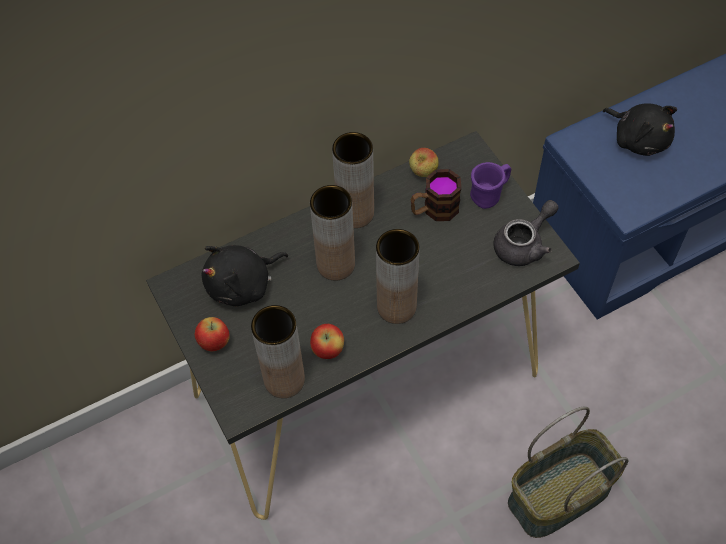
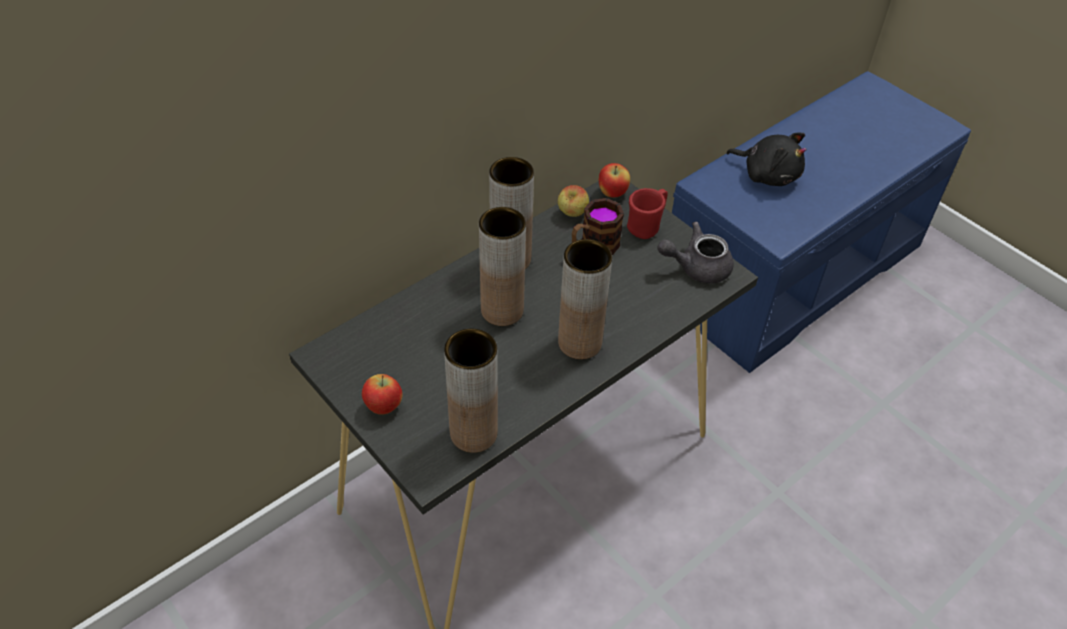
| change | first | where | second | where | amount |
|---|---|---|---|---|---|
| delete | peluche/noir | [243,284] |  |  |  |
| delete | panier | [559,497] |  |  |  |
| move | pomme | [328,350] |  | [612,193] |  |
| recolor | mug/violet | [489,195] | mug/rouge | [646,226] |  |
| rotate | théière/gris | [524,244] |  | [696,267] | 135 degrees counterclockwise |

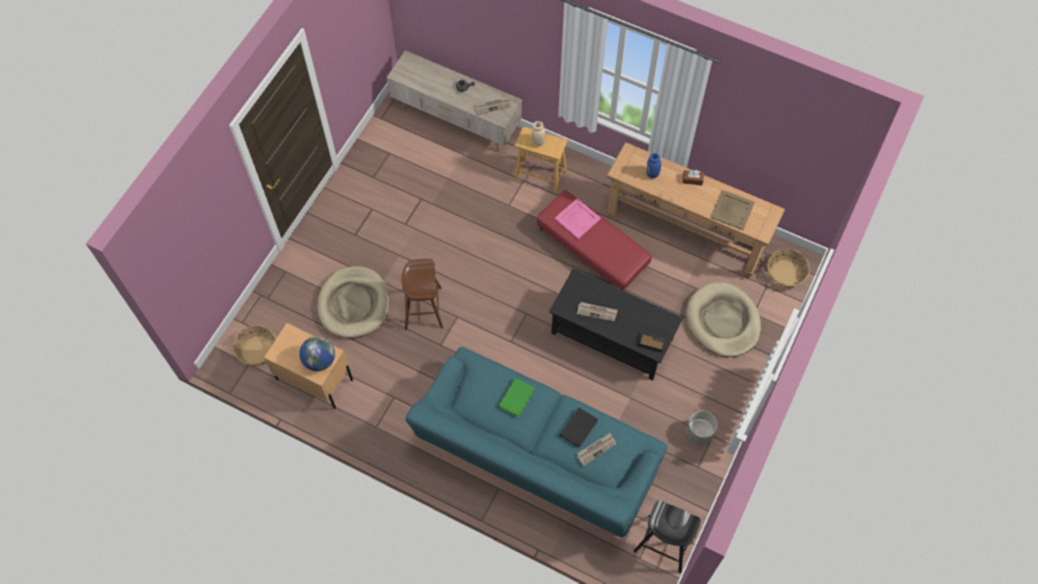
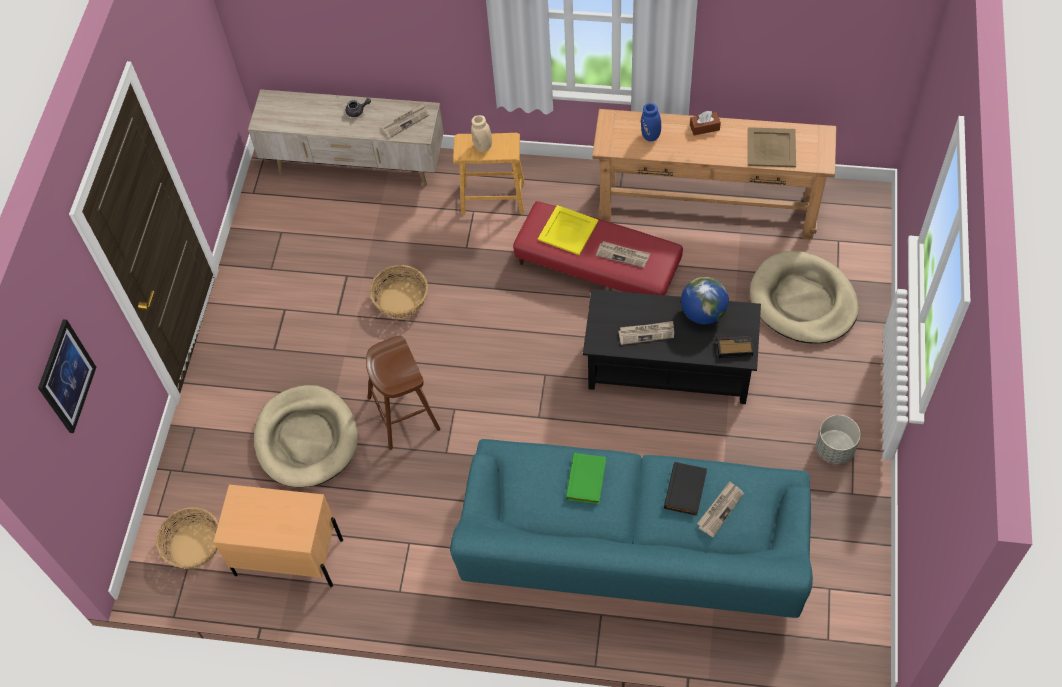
| change | first | where | second | where | amount |
|---|---|---|---|---|---|
| delete | tabouret/noir | [664,543] |  |  |  |
| insert |  |  | tableau | [66,376] |  |
| insert |  |  | journal | [623,255] |  |
| move | globe | [319,360] |  | [703,313] |  |
| move | panier | [785,274] |  | [401,300] |  |
| recolor | plateau/rose | [578,218] | plateau/jaune | [568,230] |  |

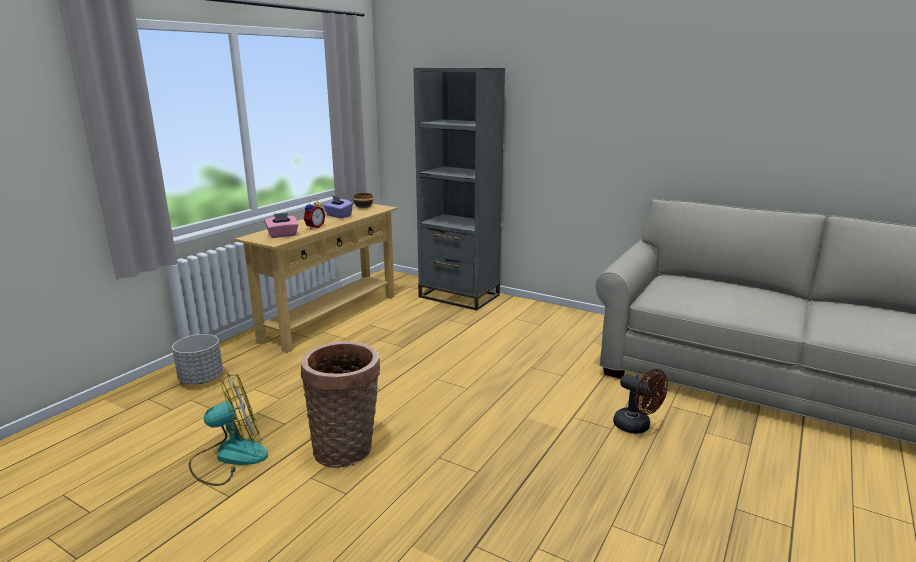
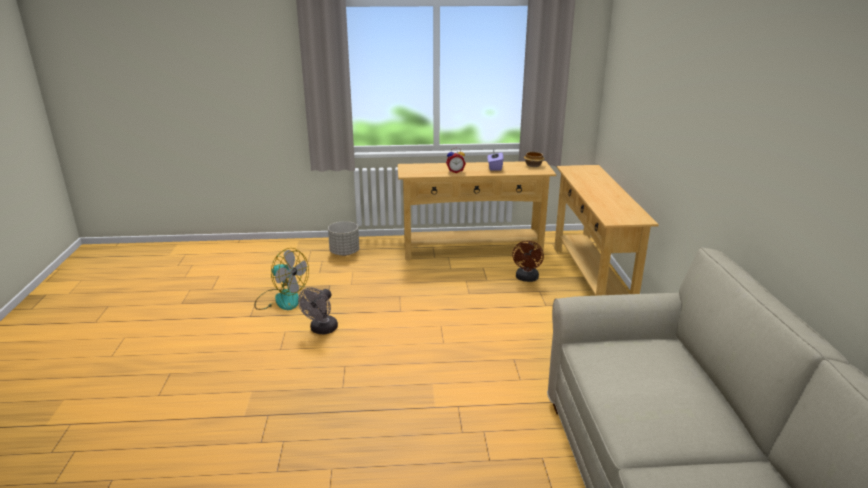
| change | first | where | second | where | amount |
|---|---|---|---|---|---|
| delete | boîte à mouchoirs/rose | [282,235] |  |  |  |
| move | ventilateur/marron | [637,427] |  | [526,279] |  |
| replace | panier | [347,449] | ventilateur/gris | [321,330] |  |
| replace | bibliothèque/gris | [459,296] | table console/beige | [591,279] |  |

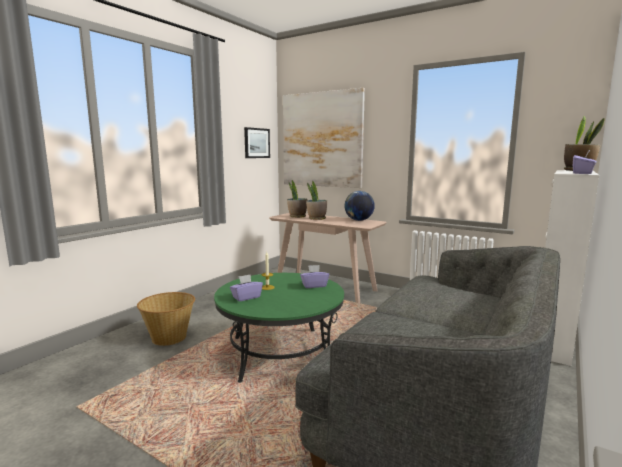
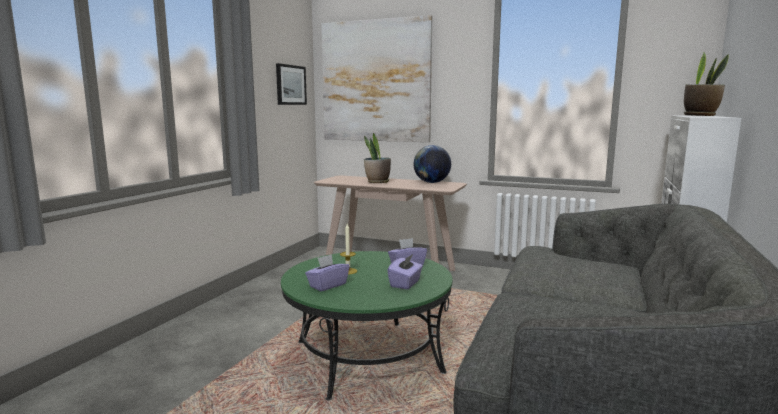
| change | first | where | second | where | amount |
|---|---|---|---|---|---|
| delete | panier | [169,337] |  |  |  |
| delete | plante en pot | [297,216] |  |  |  |
| move | boîte à mouchoirs/violet | [582,173] |  | [405,283] |  |

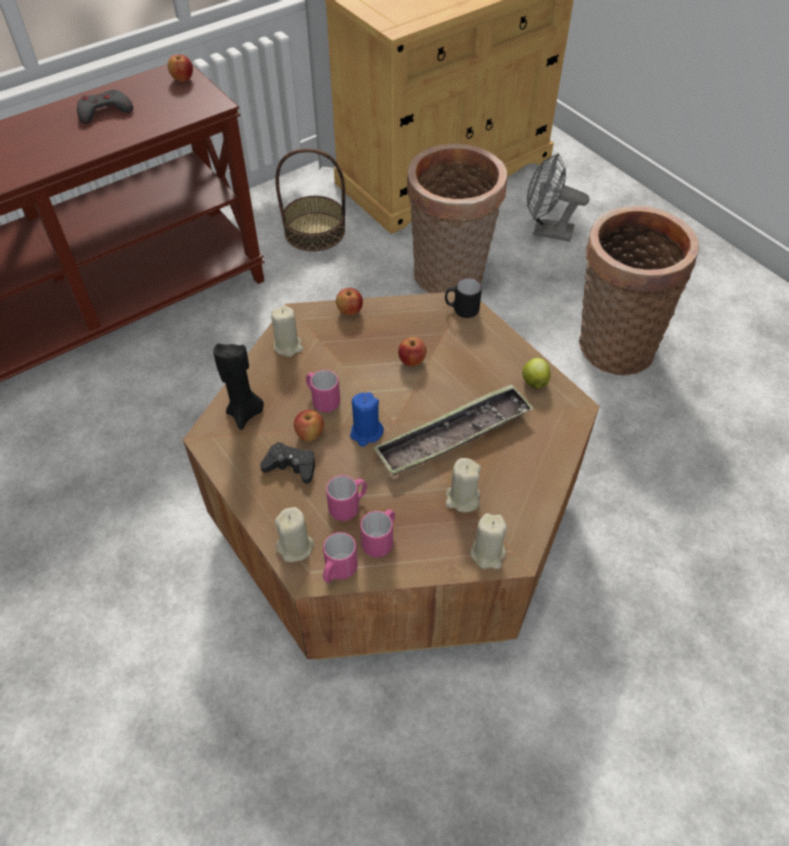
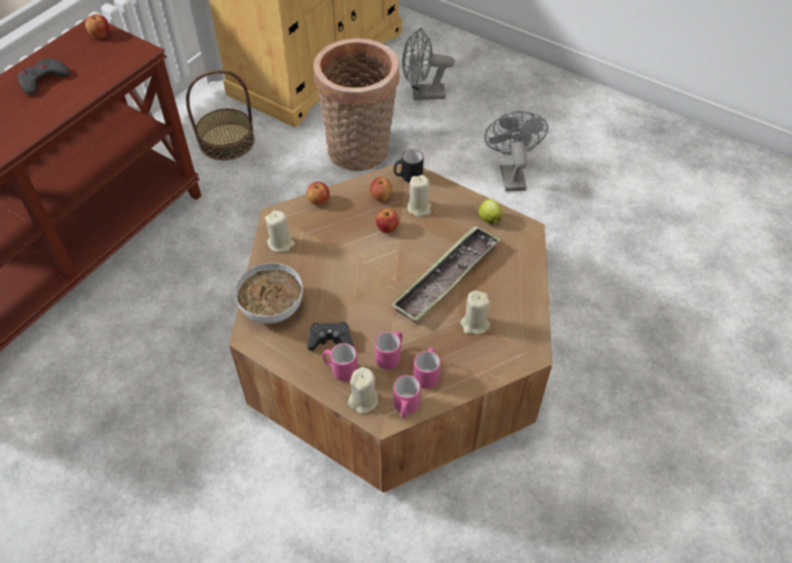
| change | first | where | second | where | amount |
|---|---|---|---|---|---|
| delete | bougie/bleu | [366,433] |  |  |  |
| move | pomme | [309,434] |  | [381,197] |  |
| move | mug/rose | [322,400] |  | [340,370] |  |
| move | bougie/beige | [488,553] |  | [419,208] |  |
| replace | bougie/noir | [245,413] | bol | [272,308] |  |
| replace | panier | [612,344] | ventilateur/gris | [511,174] |  |

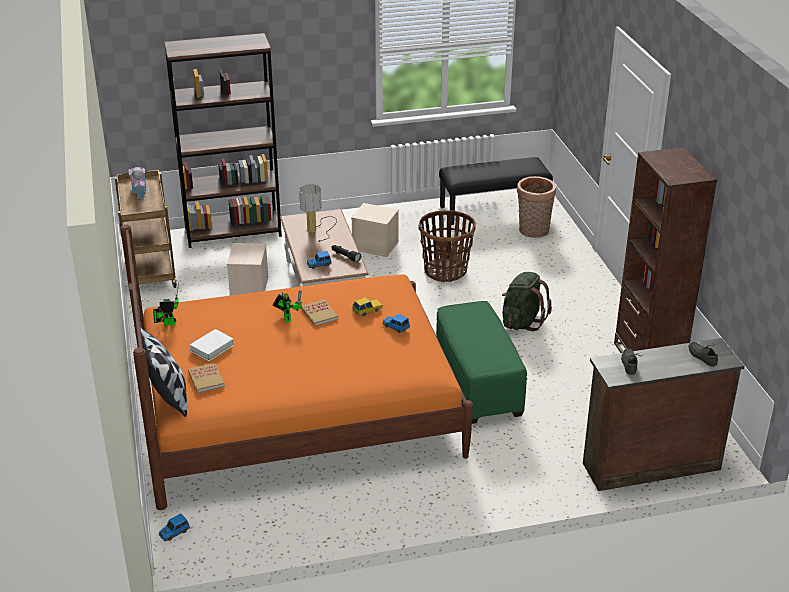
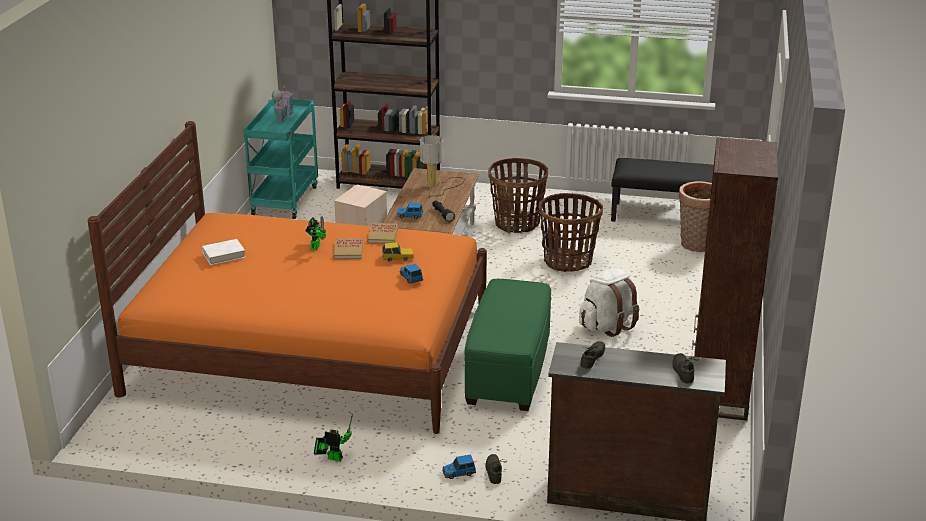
| change | first | where | second | where | amount |
|---|---|---|---|---|---|
| delete | coussin | [168,397] |  |  |  |
| insert |  |  | chaussure/gris | [495,471] |  |
| move | robot jouet | [167,323] |  | [332,458] |  |
| move | petite voiture | [174,532] |  | [458,473] |  |
| move | livre | [206,379] |  | [382,235] |  |
| replace | boîte de rangement/beige | [376,245] | panier | [517,223] |  |
| recolor | chariot/marron | [149,270] | chariot/turquoise | [284,199] |  |
| recolor | sac à dos/vert | [522,322] | sac à dos/blanc | [607,326] |  |

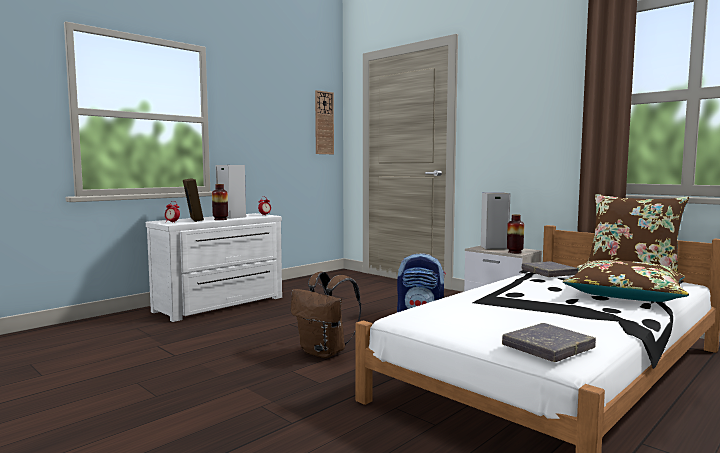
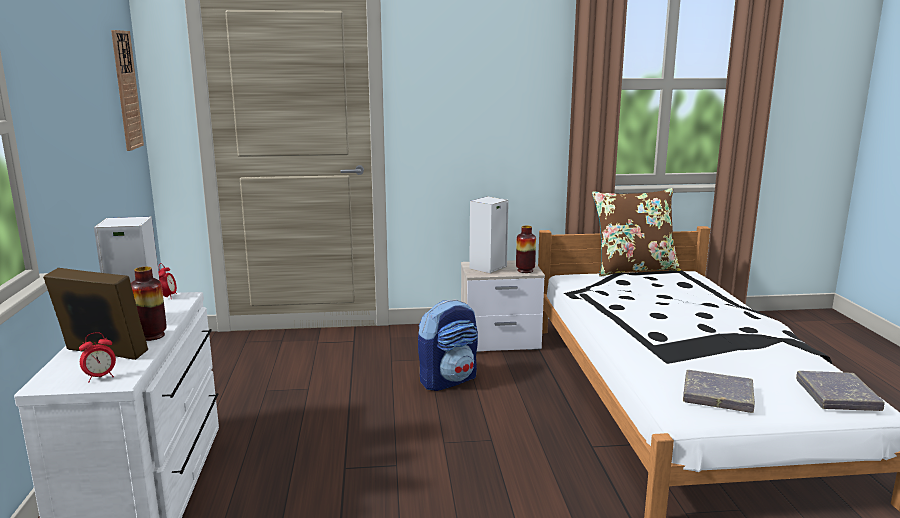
| change | first | where | second | where | amount |
|---|---|---|---|---|---|
| delete | sac à dos/marron | [325,352] |  |  |  |
| delete | coussin/marron | [624,295] |  |  |  |
| move | livre/gris | [549,273] |  | [717,396] |  |

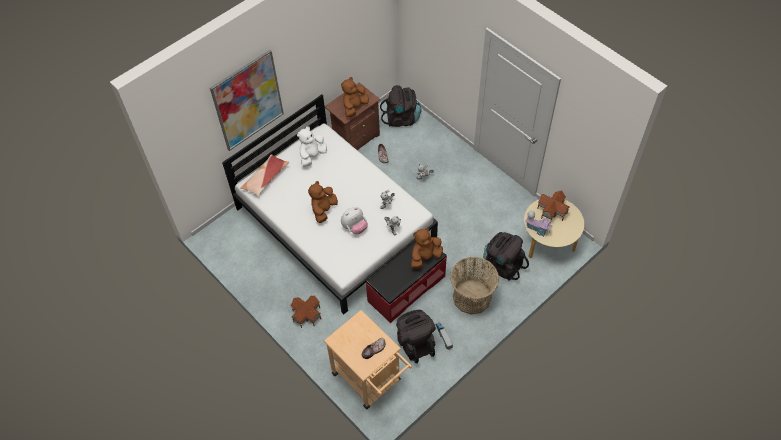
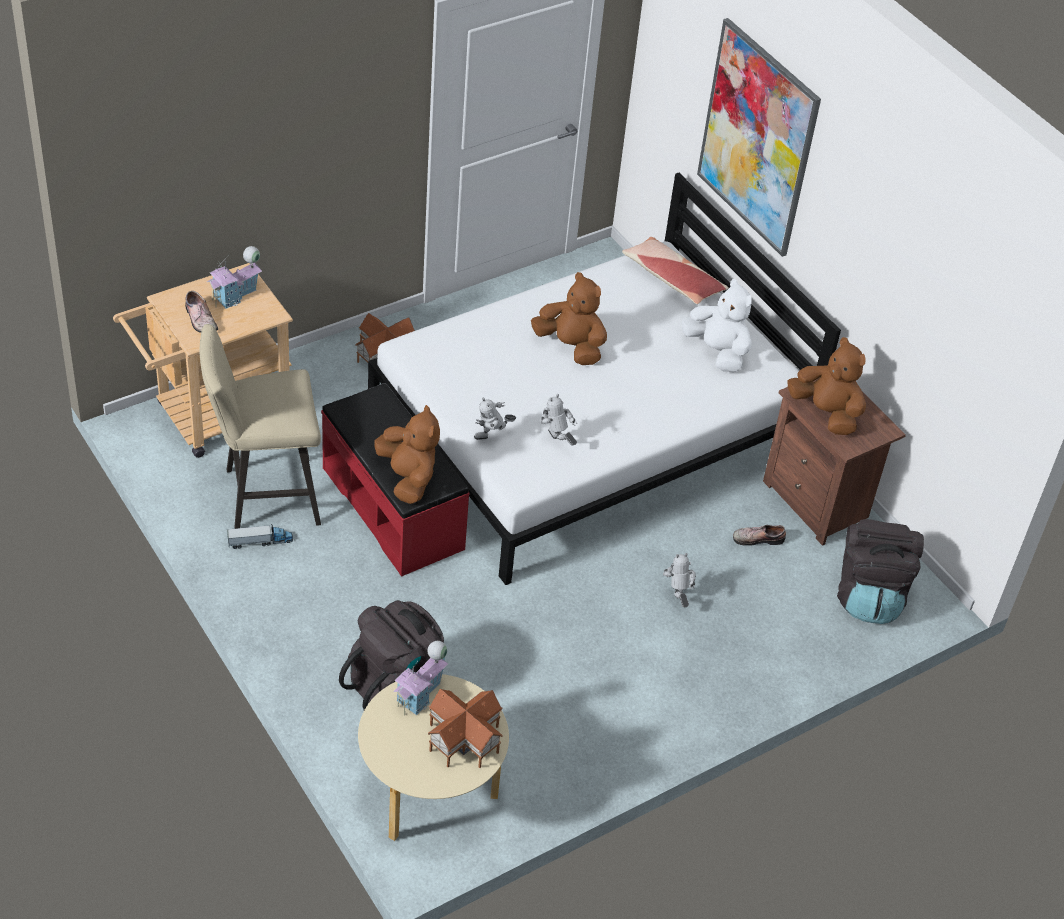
| change | first | where | second | where | amount |
|---|---|---|---|---|---|
| delete | peluche | [354,227] |  |  |  |
| delete | panier | [472,297] |  |  |  |
| insert |  |  | maison miniature | [236,295] |  |
| replace | sac à dos/noir | [415,342] | tabouret/beige | [264,496] |  |

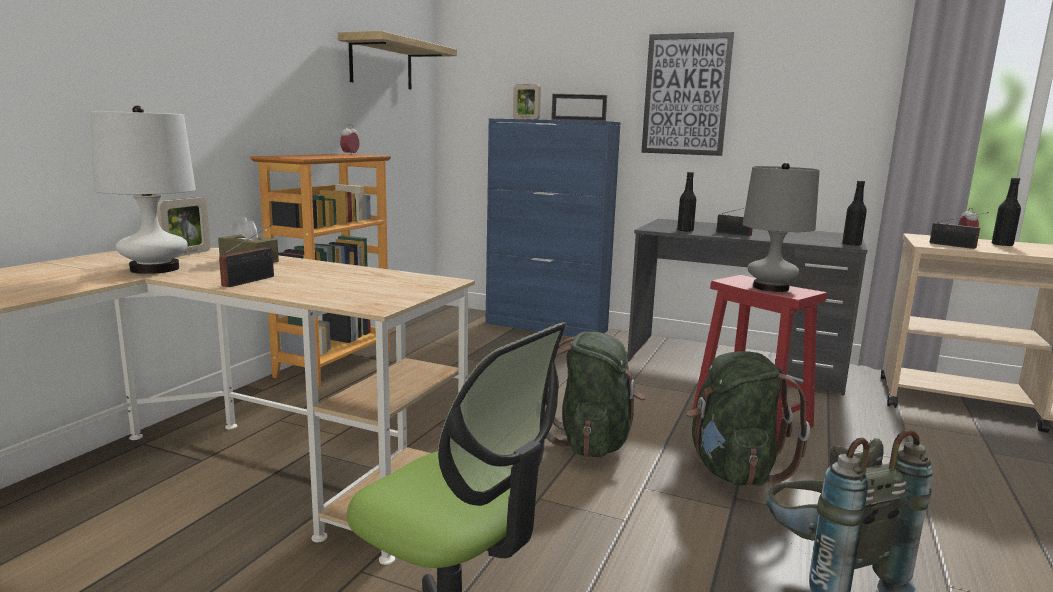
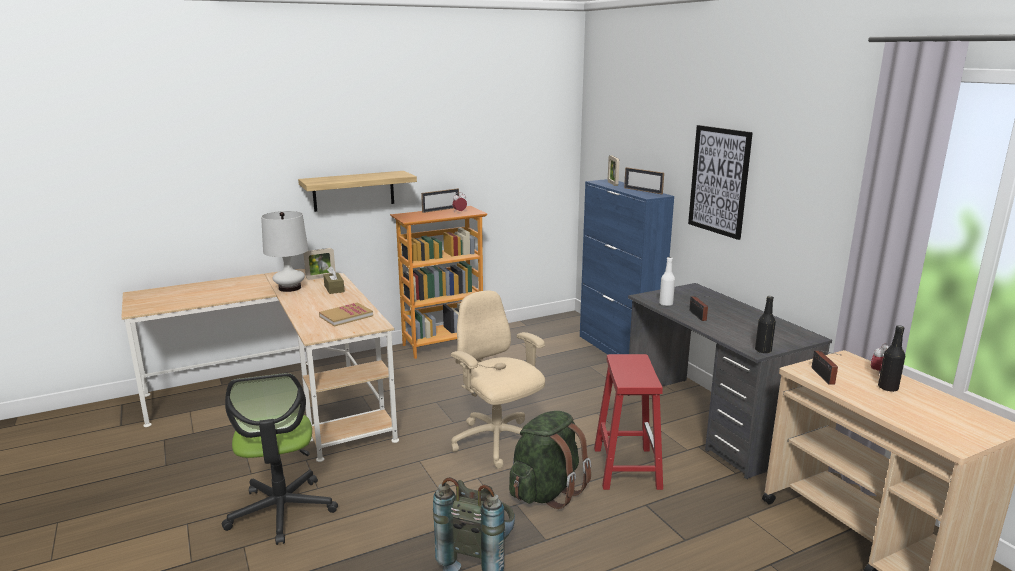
| change | first | where | second | where | amount |
|---|---|---|---|---|---|
| delete | radio | [252,280] |  |  |  |
| delete | lampe de table/gris | [771,288] |  |  |  |
| insert |  |  | livre | [346,316] |  |
| insert |  |  | cadre photo | [441,210] |  |
| move | étagère | [381,64] |  | [353,191] |  |
| replace | sac à dos/vert | [592,442] | chaise de bureau/beige | [497,443] |  |
| recolor | bouteille/noir | [685,231] | bouteille/blanc | [666,304] |  |

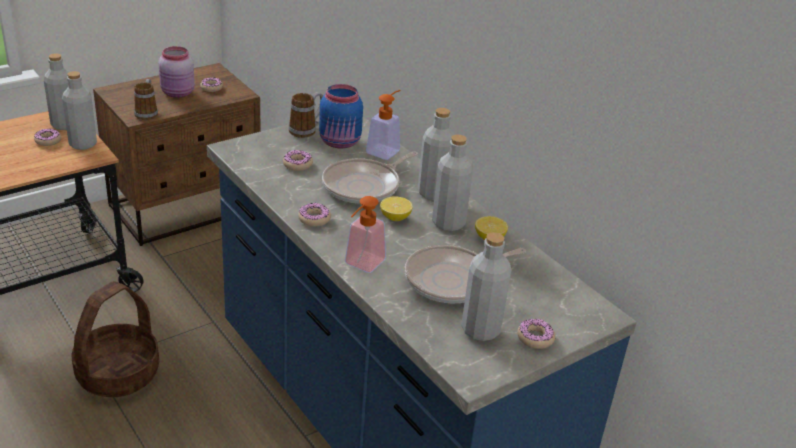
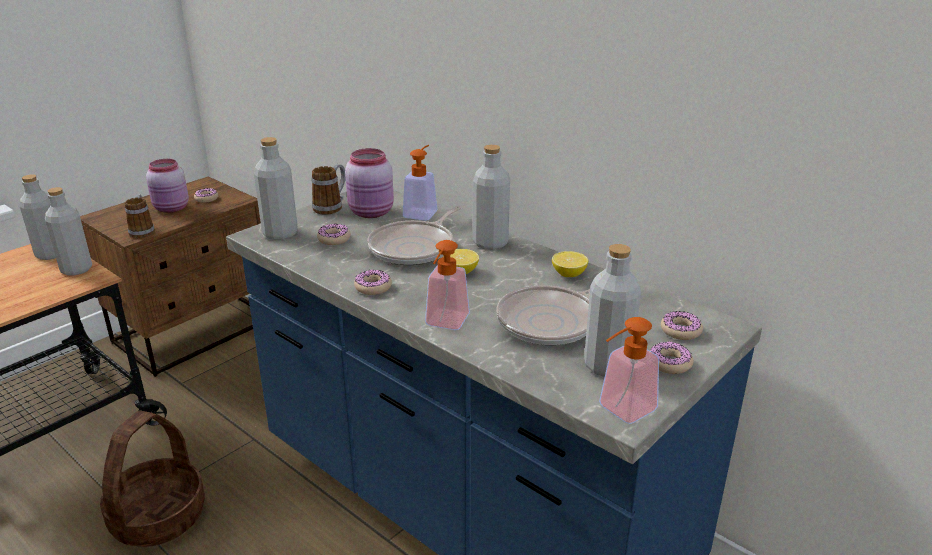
| change | first | where | second | where | amount |
|---|---|---|---|---|---|
| insert |  |  | distributeur de savon | [620,411] |  |
| move | beignet | [48,141] |  | [680,331] |  |
| move | bouteille/gris | [448,223] |  | [280,233] |  |
| recolor | bocal/bleu | [340,142] | bocal/rose | [372,212] |  |

